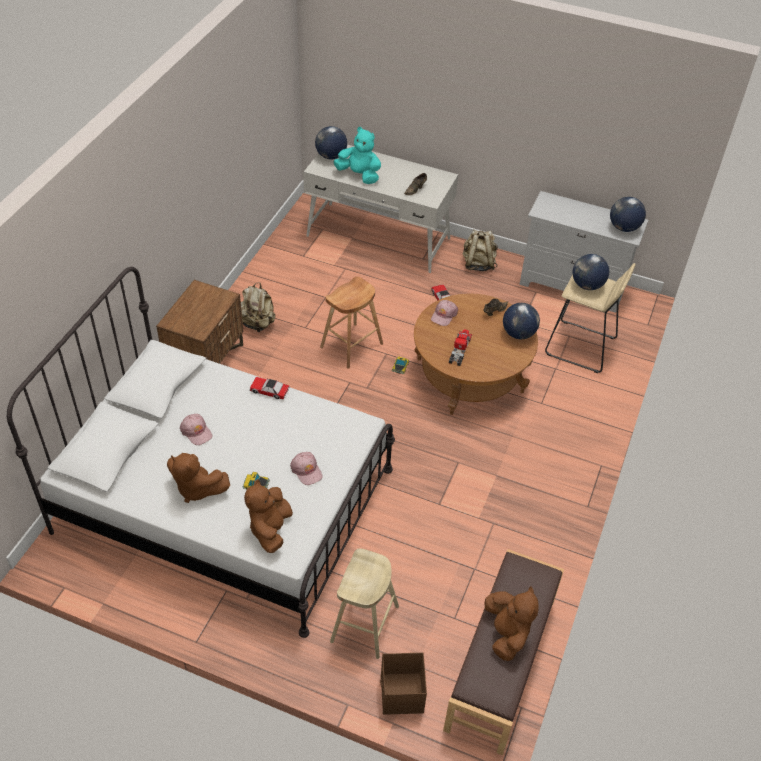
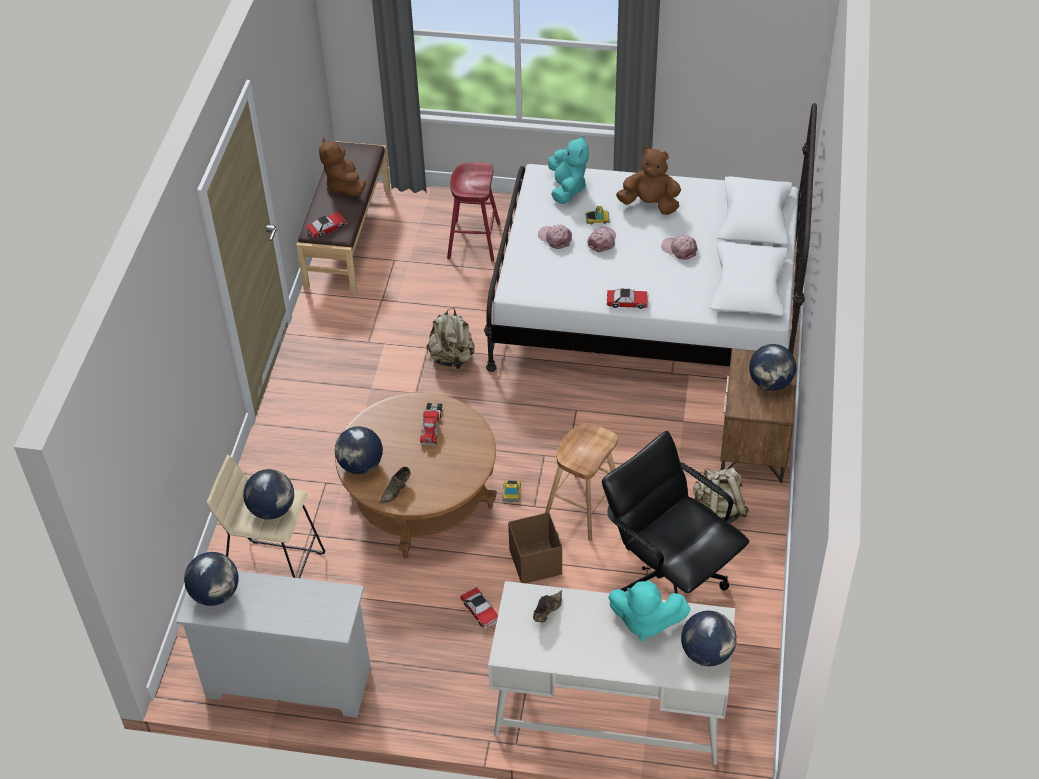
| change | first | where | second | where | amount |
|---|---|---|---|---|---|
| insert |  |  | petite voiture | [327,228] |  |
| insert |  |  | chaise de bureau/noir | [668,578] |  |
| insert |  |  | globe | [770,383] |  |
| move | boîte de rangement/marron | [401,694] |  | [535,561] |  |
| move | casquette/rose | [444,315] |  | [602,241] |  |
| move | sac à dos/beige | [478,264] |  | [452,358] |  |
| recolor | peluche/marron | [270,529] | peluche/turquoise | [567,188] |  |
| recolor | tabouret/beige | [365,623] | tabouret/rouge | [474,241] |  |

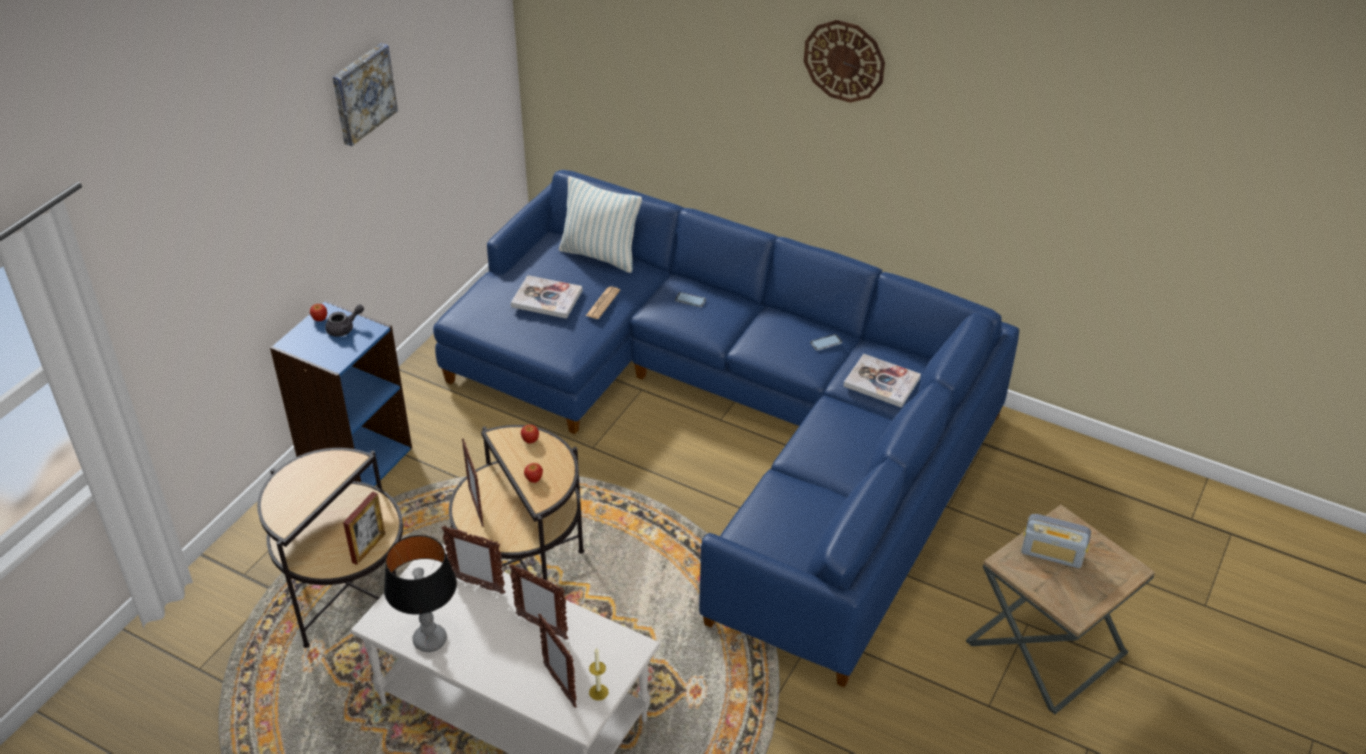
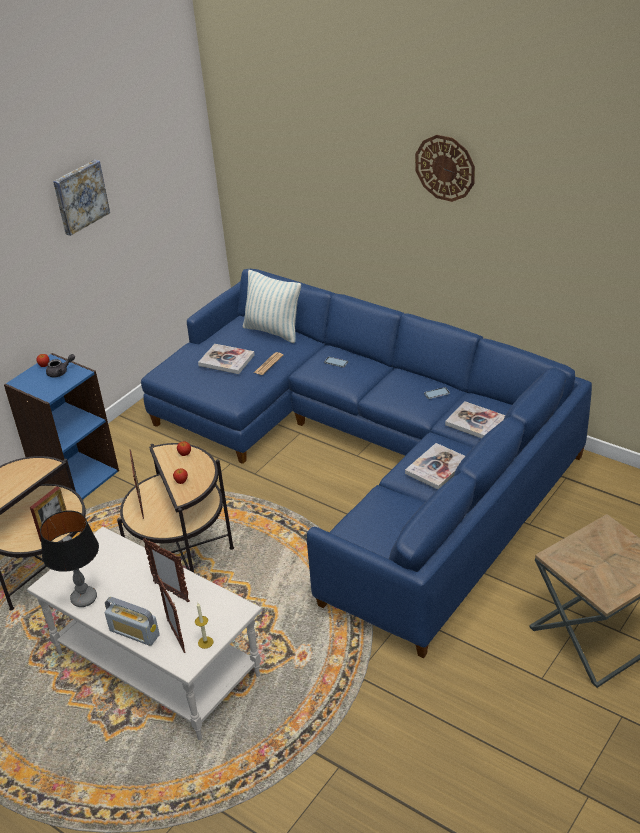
| change | first | where | second | where | amount |
|---|---|---|---|---|---|
| delete | cadre photo | [477,585] |  |  |  |
| insert |  |  | livre | [437,467] |  |
| move | radio | [1052,554] |  | [134,633] |  |

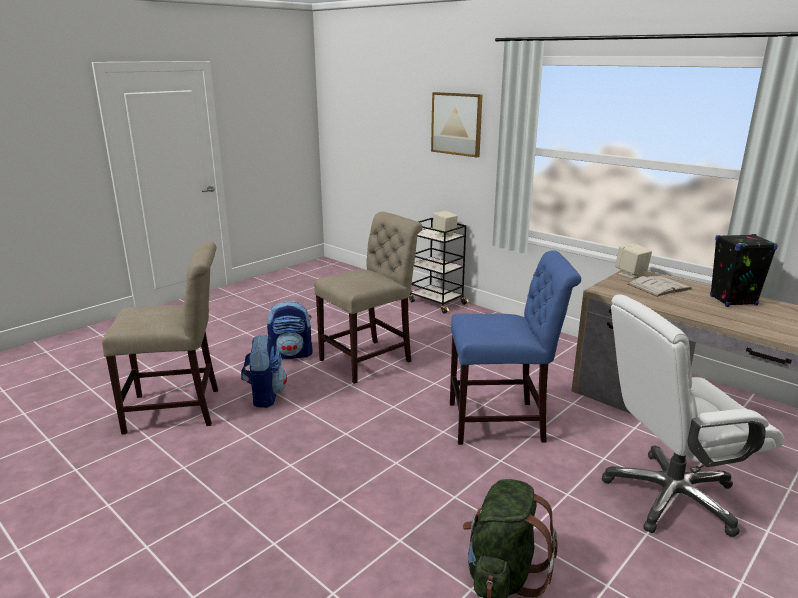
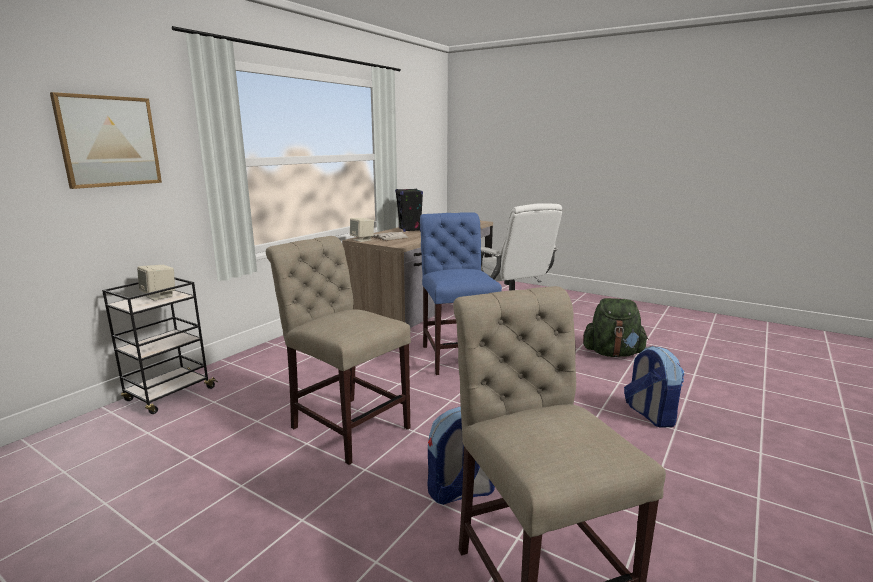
| change | first | where | second | where | amount |
|---|---|---|---|---|---|
| move | sac à dos | [292,354] |  | [650,415] |  |

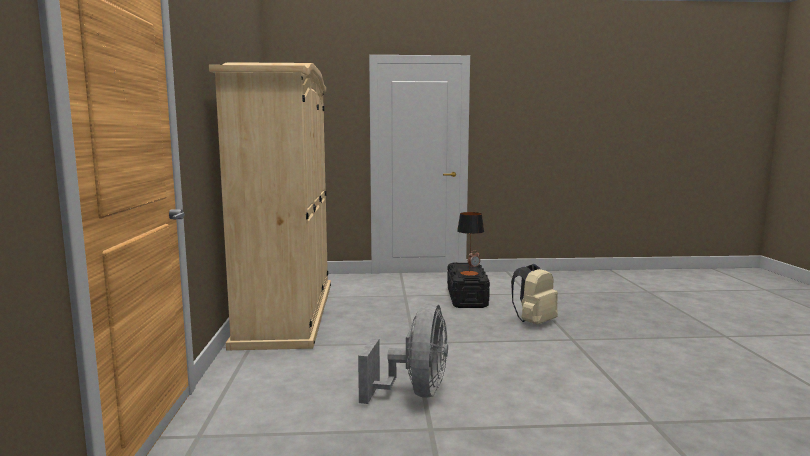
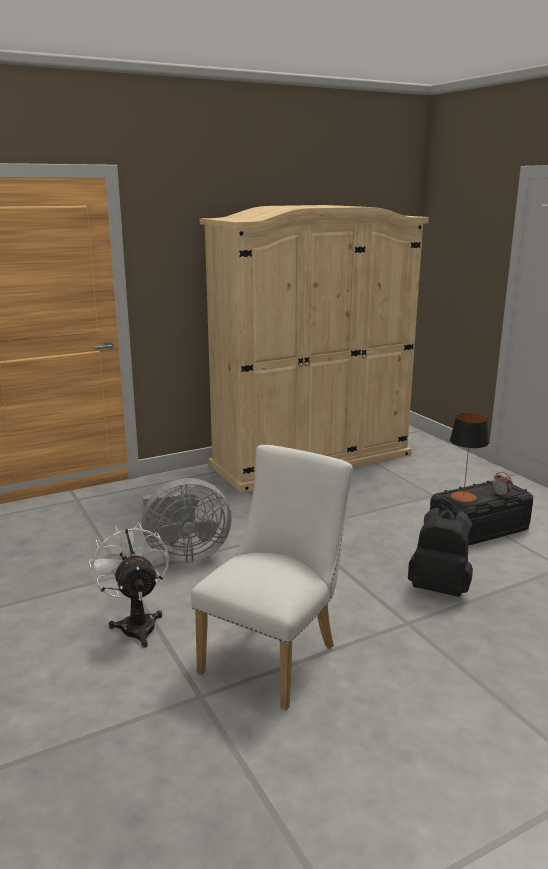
| change | first | where | second | where | amount |
|---|---|---|---|---|---|
| insert |  |  | ventilateur/blanc | [136,624] |  |
| insert |  |  | chaise/blanc | [275,655] |  |
| recolor | sac à dos/beige | [534,322] | sac à dos/noir | [440,588] |  |

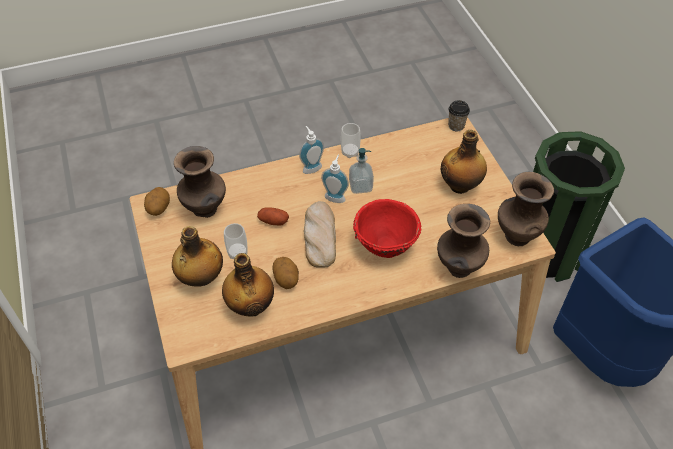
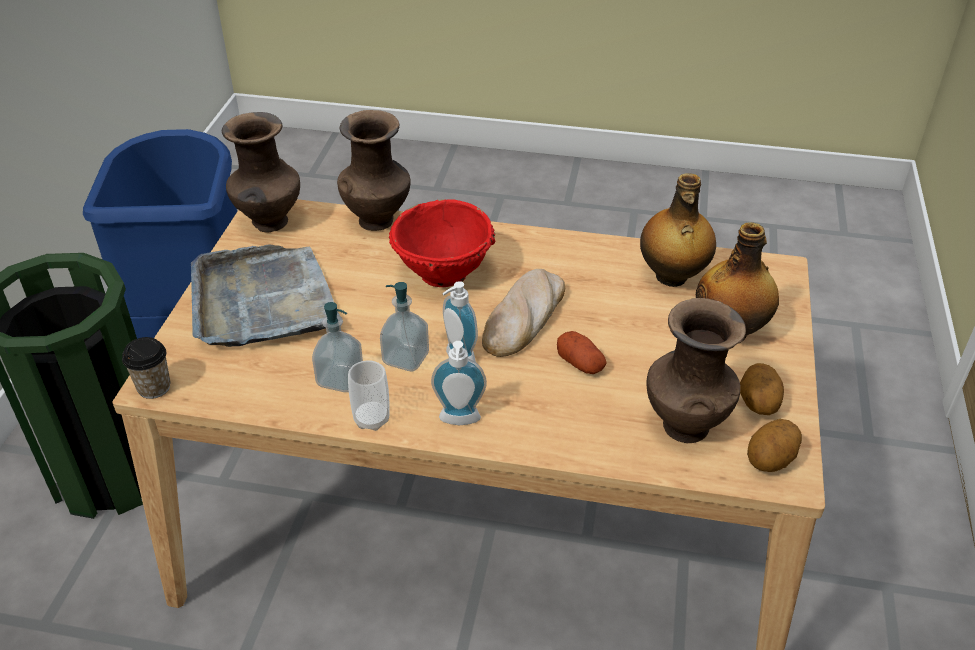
| change | first | where | second | where | amount |
|---|---|---|---|---|---|
| delete | tasse | [237,253] |  |  |  |
| insert |  |  | distributeur de savon | [340,379] |  |
| move | pomme de terre | [286,279] |  | [757,404] |  |
| replace | bouteille | [460,185] | plateau/gris | [262,301] |  |

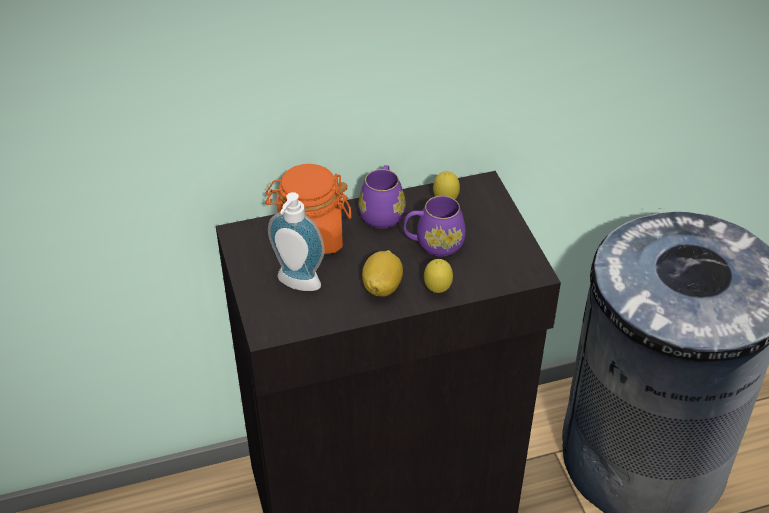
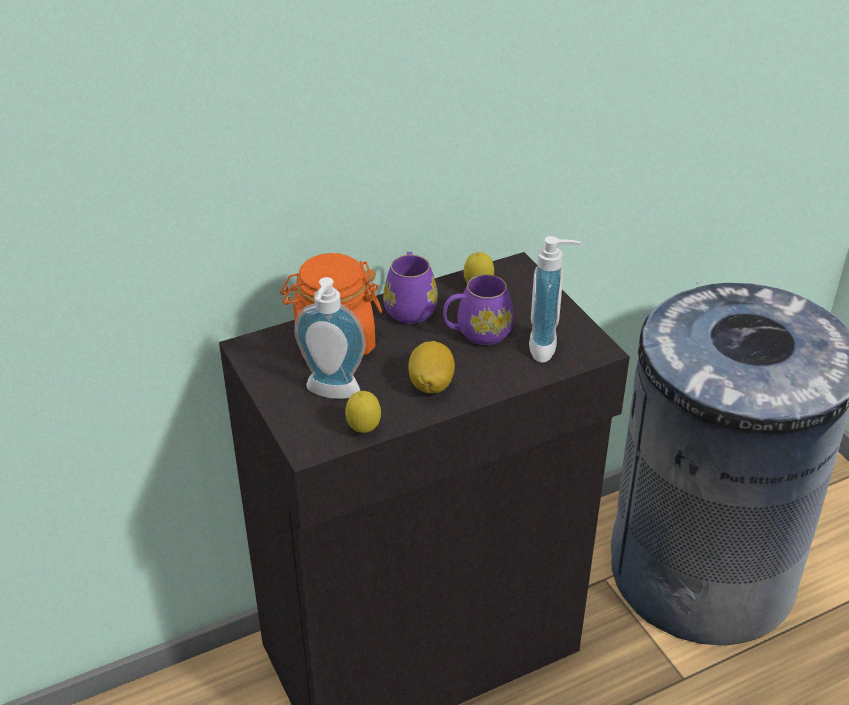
| change | first | where | second | where | amount |
|---|---|---|---|---|---|
| insert |  |  | distributeur de savon | [549,347] |  |
| move | citron | [437,290] |  | [364,431] |  |

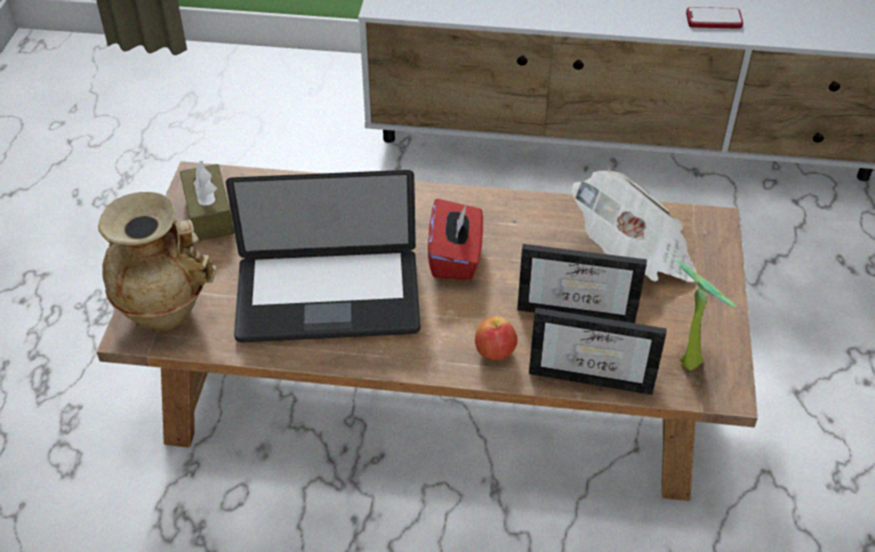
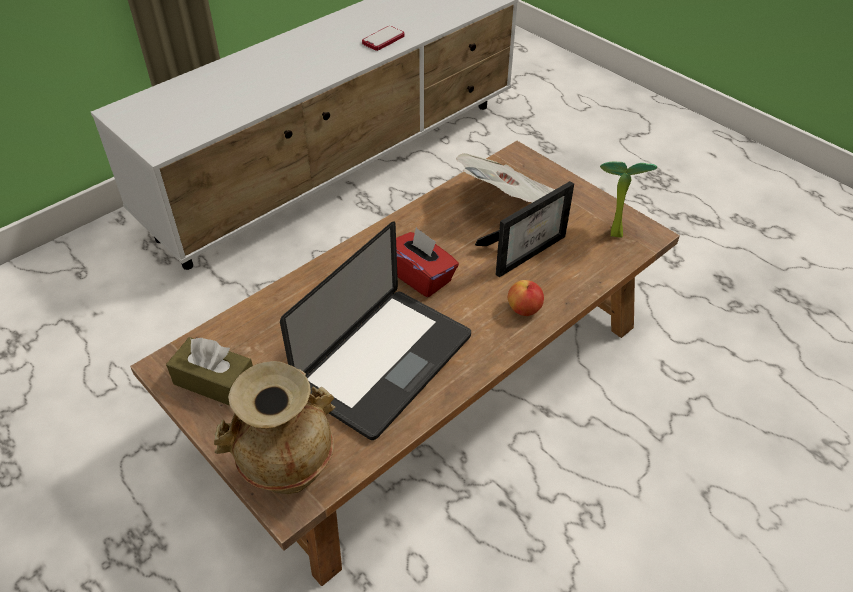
| change | first | where | second | where | amount |
|---|---|---|---|---|---|
| delete | cadre photo | [594,372] |  |  |  |

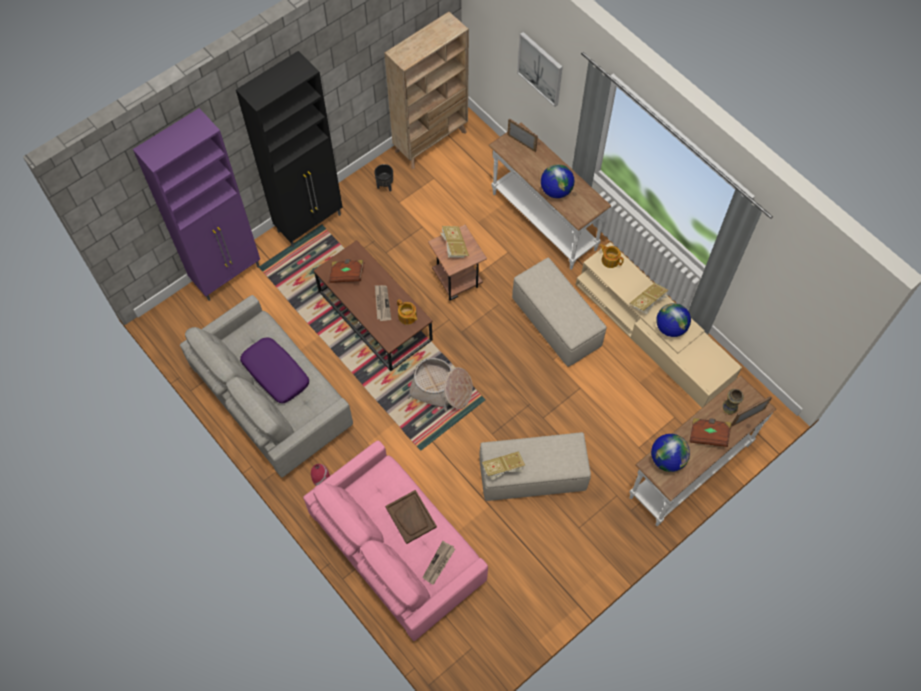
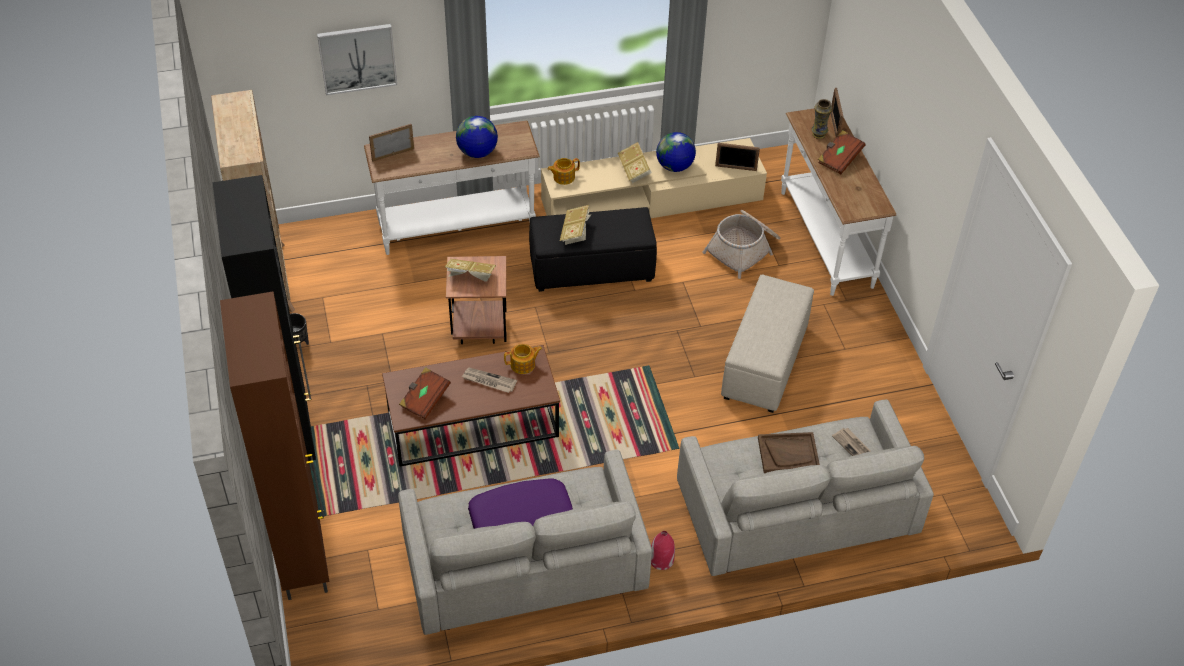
| change | first | where | second | where | amount |
|---|---|---|---|---|---|
| delete | globe | [667,459] |  |  |  |
| insert |  |  | cadre photo | [736,168] |  |
| move | panier | [441,389] |  | [744,249] |  |
| move | livre | [503,469] |  | [575,232] |  |
| recolor | meuble de rangement/violet | [228,275] | meuble de rangement/marron | [303,556] |  |
| recolor | canapé/rose | [397,550] | canapé/gris | [793,518] |  |
| recolor | pouf/beige | [555,322] | pouf/noir | [591,269] |  |

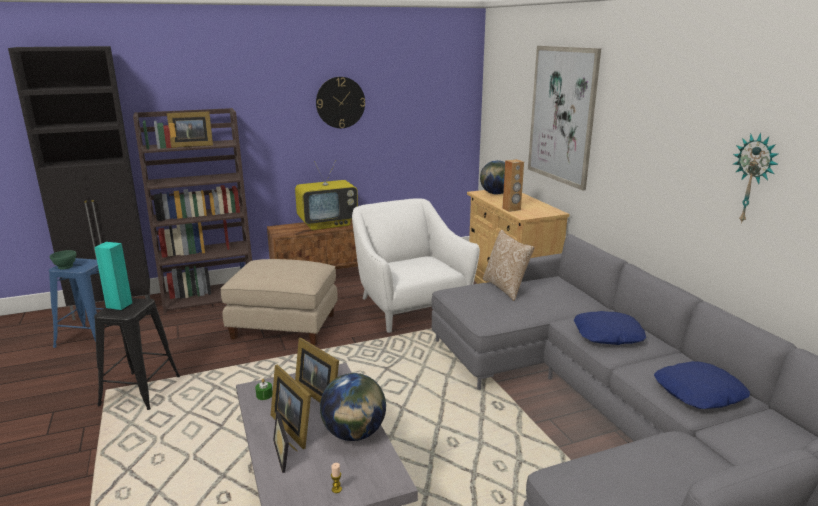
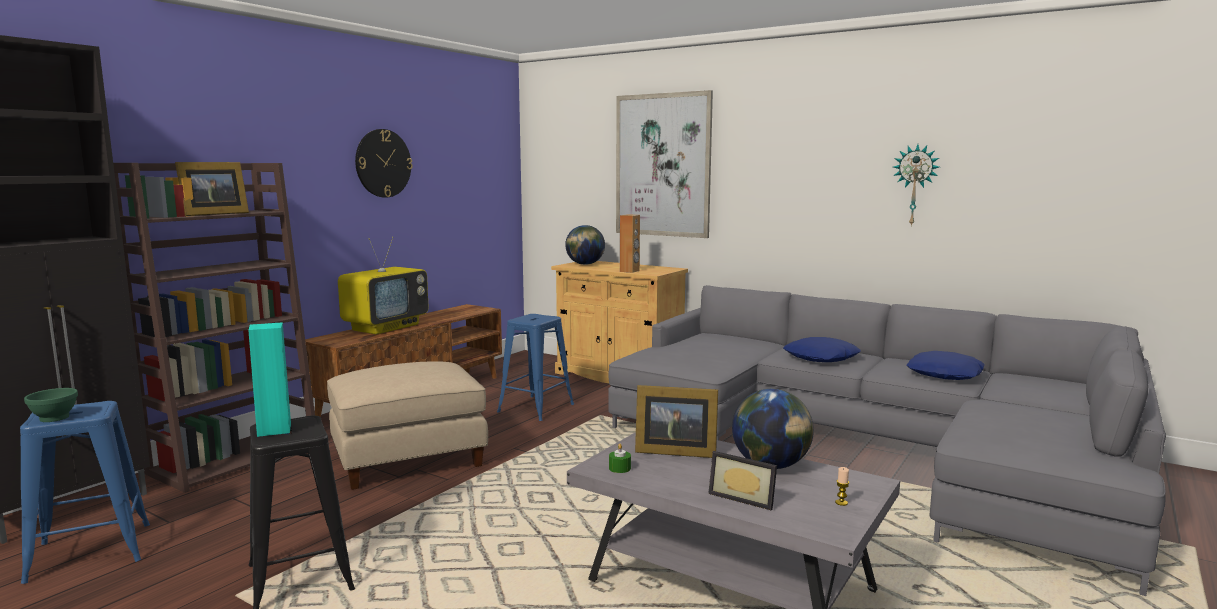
| change | first | where | second | where | amount |
|---|---|---|---|---|---|
| delete | cadre photo | [294,426] |  |  |  |
| delete | coussin | [506,288] |  |  |  |
| replace | fauteuil/blanc | [410,306] | tabouret/bleu | [535,408] |  |

